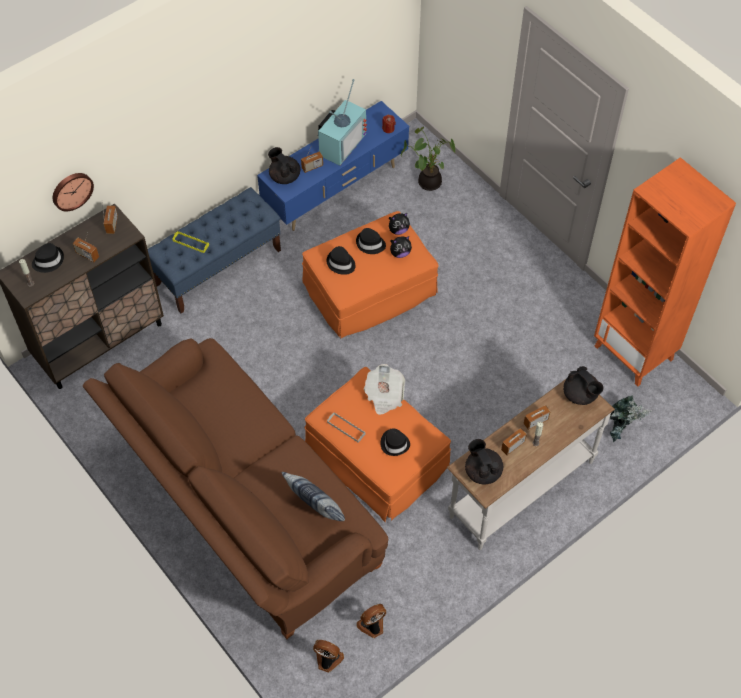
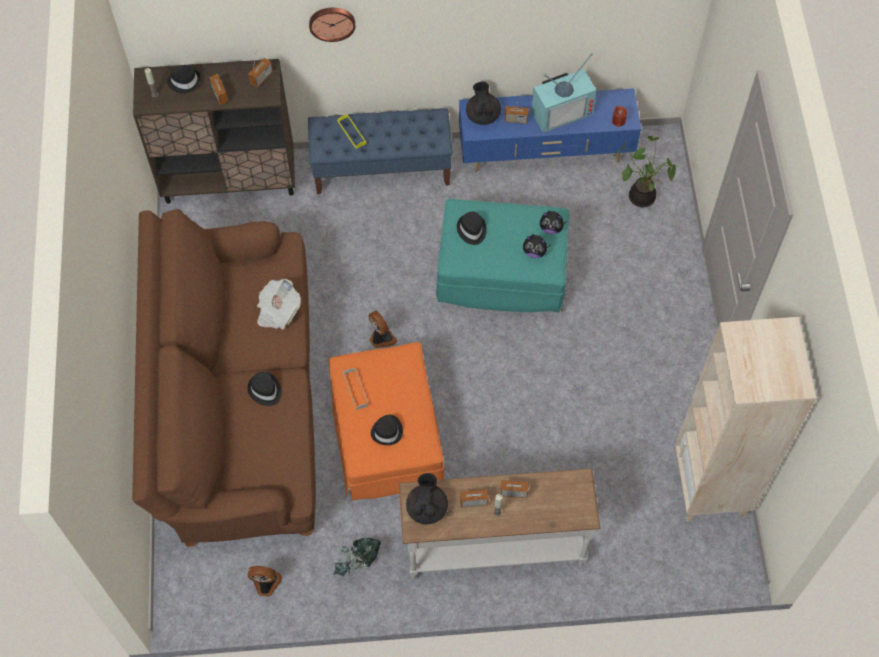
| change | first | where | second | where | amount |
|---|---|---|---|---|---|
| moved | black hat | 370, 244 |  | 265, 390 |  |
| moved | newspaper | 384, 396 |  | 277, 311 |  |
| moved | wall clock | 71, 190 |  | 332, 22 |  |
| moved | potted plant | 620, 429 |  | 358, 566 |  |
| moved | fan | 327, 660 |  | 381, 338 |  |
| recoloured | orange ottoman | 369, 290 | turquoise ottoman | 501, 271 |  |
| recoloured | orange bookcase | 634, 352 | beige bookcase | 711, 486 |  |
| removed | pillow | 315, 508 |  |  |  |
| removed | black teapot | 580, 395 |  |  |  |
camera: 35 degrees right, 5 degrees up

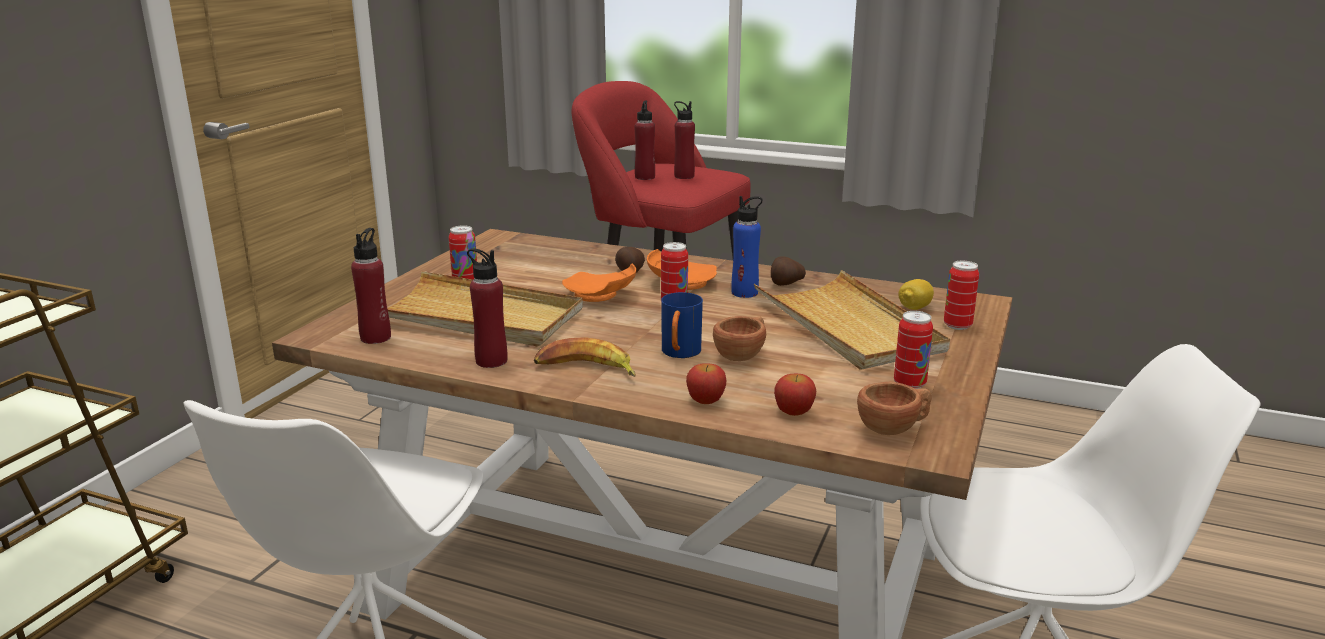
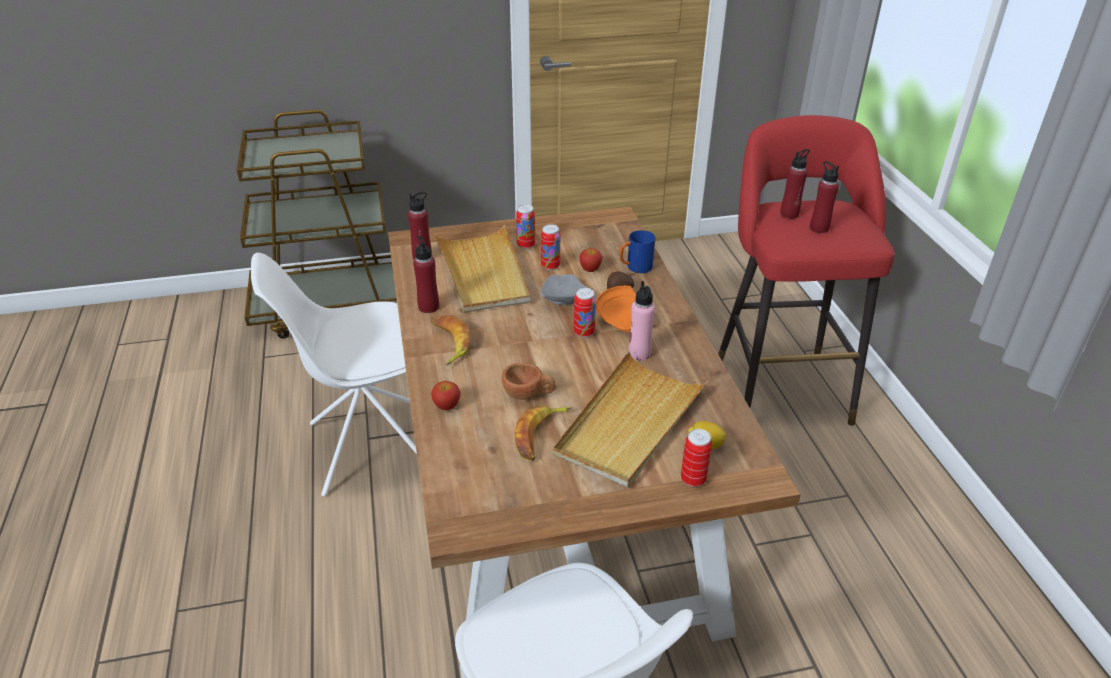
| change | first | where | second | where | amount |
|---|---|---|---|---|---|
| added |  |  | banana | 540, 435 |  |
| moved | can | 909, 384 |  | 550, 266 |  |
| recoloured | orange plate | 600, 296 | grey plate | 563, 299 |  |
| moved | apple | 794, 411 |  | 590, 269 |  |
| moved | blue mug | 679, 354 |  | 635, 268 |  |
| recoloured | blue bottle | 745, 293 | pink bottle | 639, 353 |  |
| removed | potato | 785, 284 |  |  |  |
| removed | brown cup | 894, 428 |  |  |  |
camera: 55 degrees right, 15 degrees up

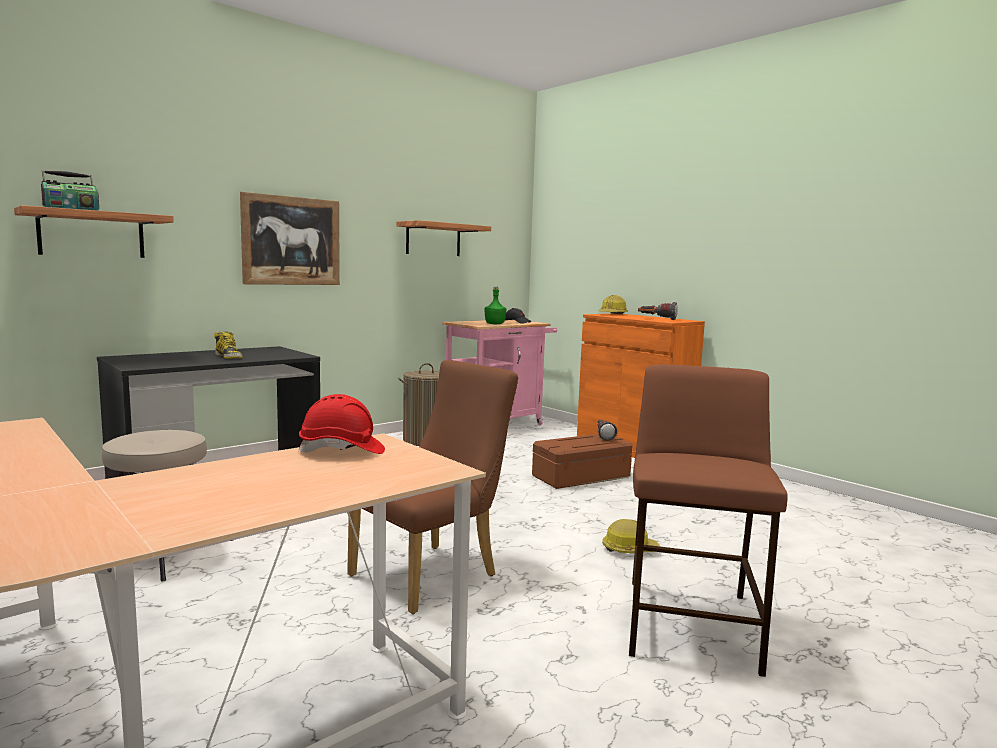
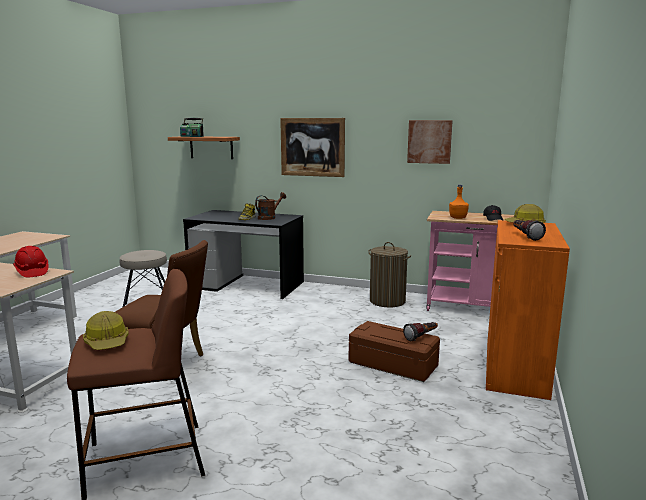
| change | first | where | second | where | amount |
|---|---|---|---|---|---|
| moved | hard hat | 629, 549 |  | 107, 342 |  |
| added |  |  | brown watering can | 269, 217 |  |
| replaced | shelf | 433, 239 | picture | 429, 141 |  |
| recoloured | green bottle | 495, 324 | orange bottle | 458, 218 |  |
camera: 60 degrees right, 5 degrees up

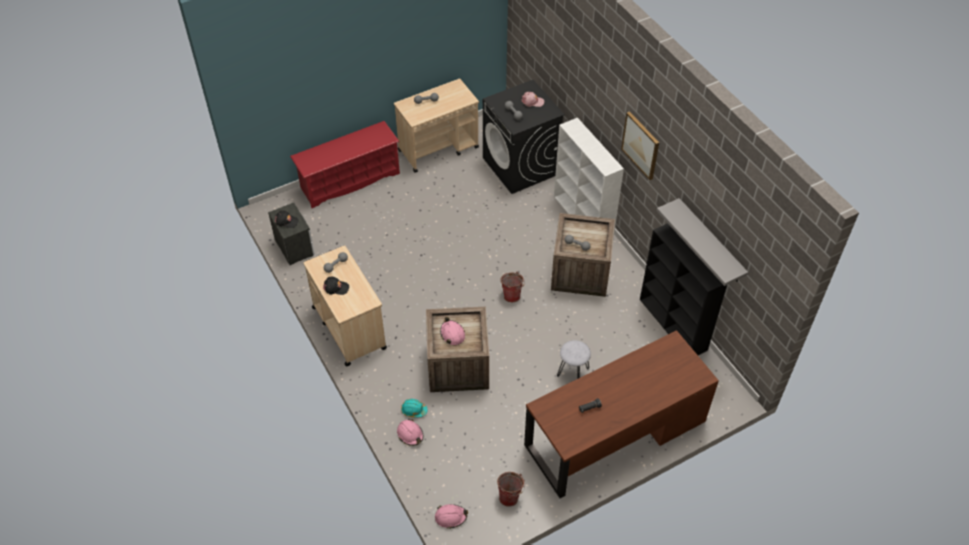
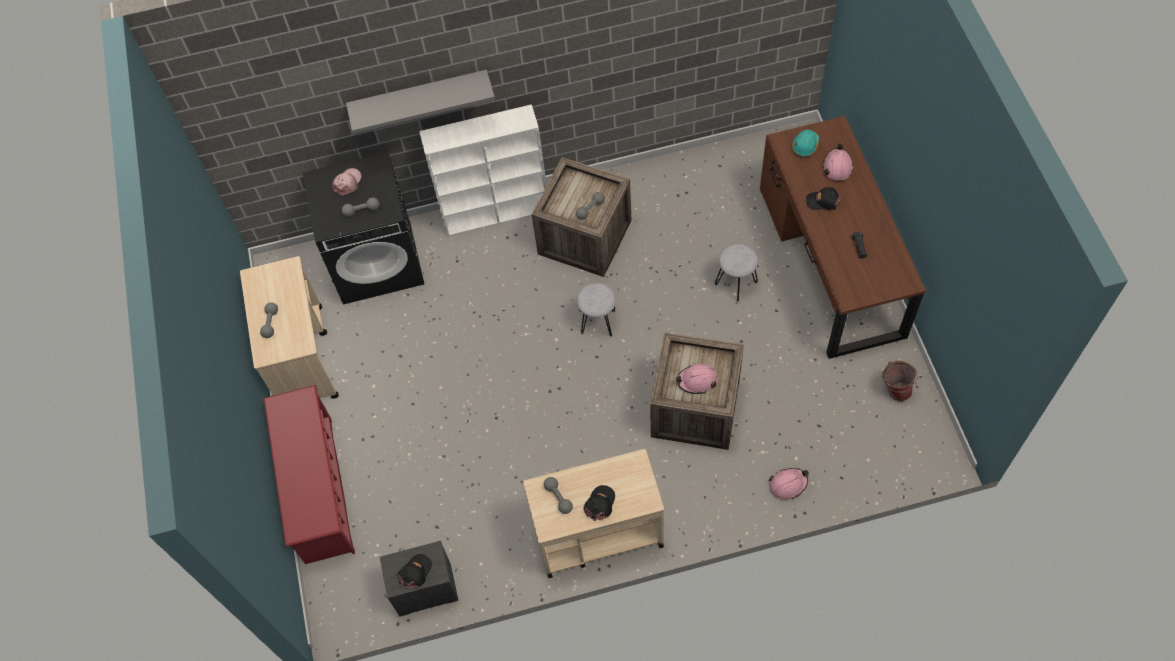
| change | first | where | second | where | amount |
|---|---|---|---|---|---|
| moved | grey shelf | 710, 242 |  | 419, 96 |  |
| replaced | bucket | 512, 294 | grey stool | 598, 321 |  |
| moved | turquoise hard hat | 413, 410 |  | 805, 145 |  |
| added |  |  | black cap | 823, 201 |  |
| moved | pink hard hat | 450, 517 |  | 837, 167 |  |
| removed | picture | 641, 145 |  |  |  |
| removed | black bookcase | 673, 325 |  |  |  |
camera: 70 degrees left, 10 degrees up

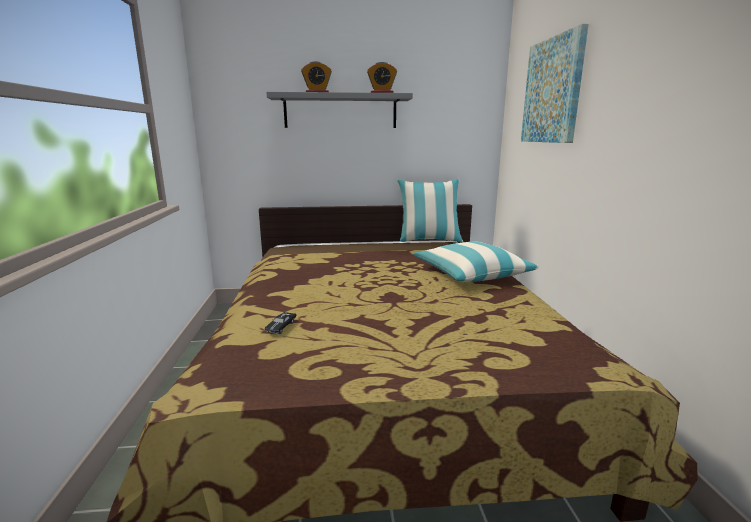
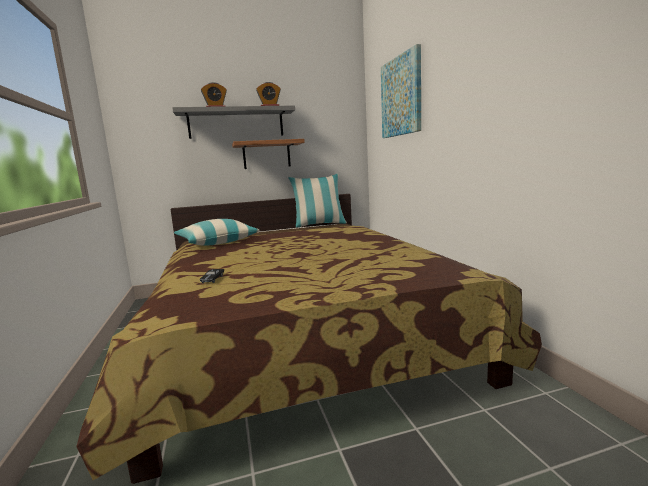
| change | first | where | second | where | amount |
|---|---|---|---|---|---|
| moved | pillow | 471, 274 |  | 216, 242 |  |
| added |  |  | shelf | 266, 155 |  |
camera: 10 degrees left, 5 degrees down

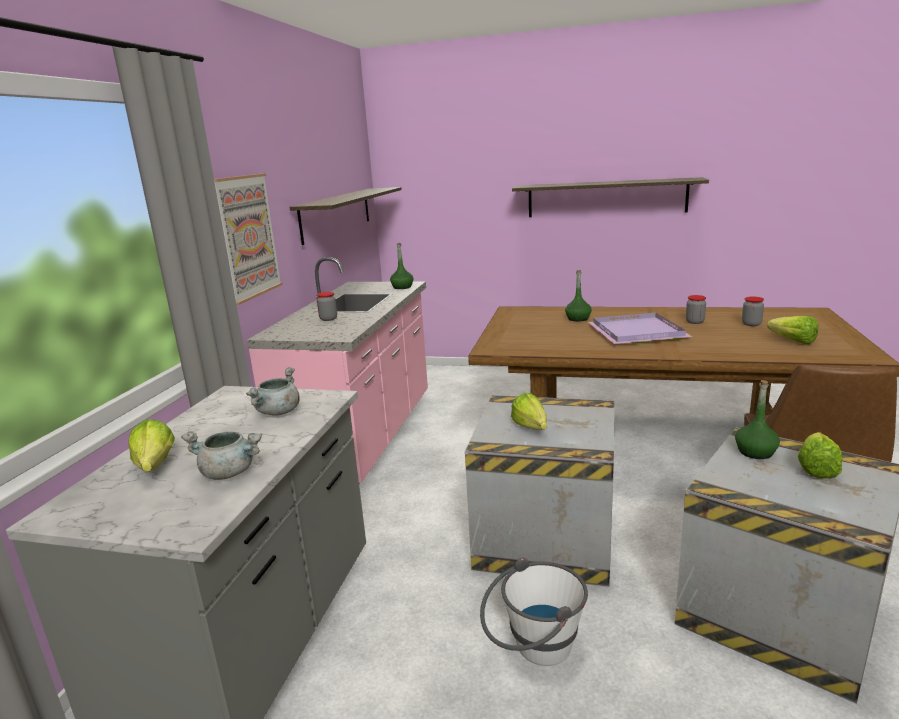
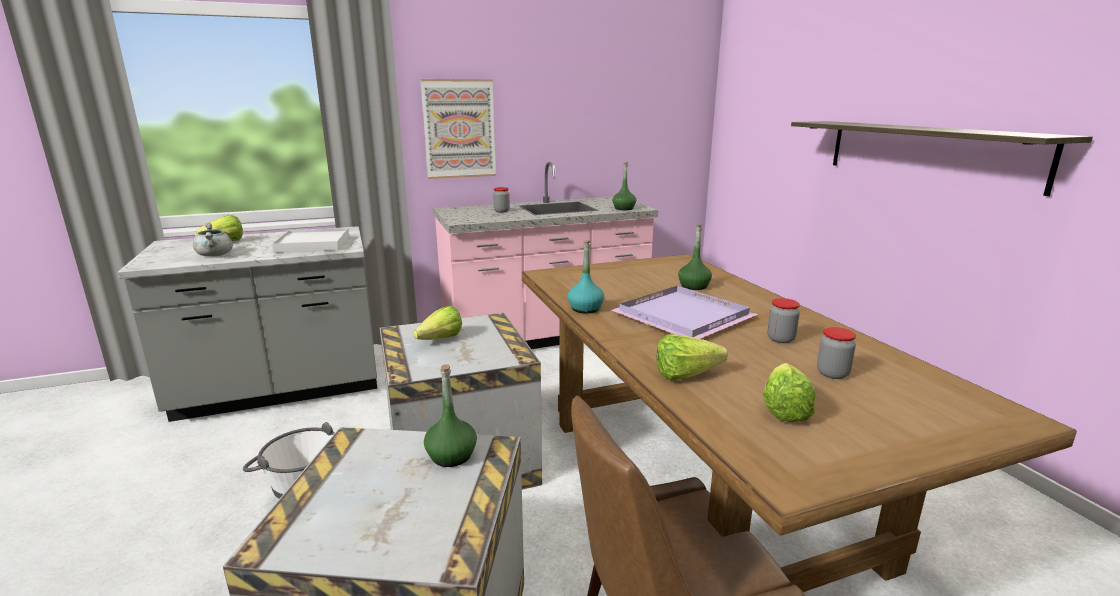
| change | first | where | second | where | amount |
|---|---|---|---|---|---|
| replaced | grey cooking pot | 278, 412 | white tray | 313, 244 |  |
| added |  |  | turquoise bottle | 585, 309 |  |
| moved | lettuce | 817, 467 |  | 691, 375 |  |
| removed | shelf | 336, 214 |  |  |  |
camera: 55 degrees right, 0 degrees up

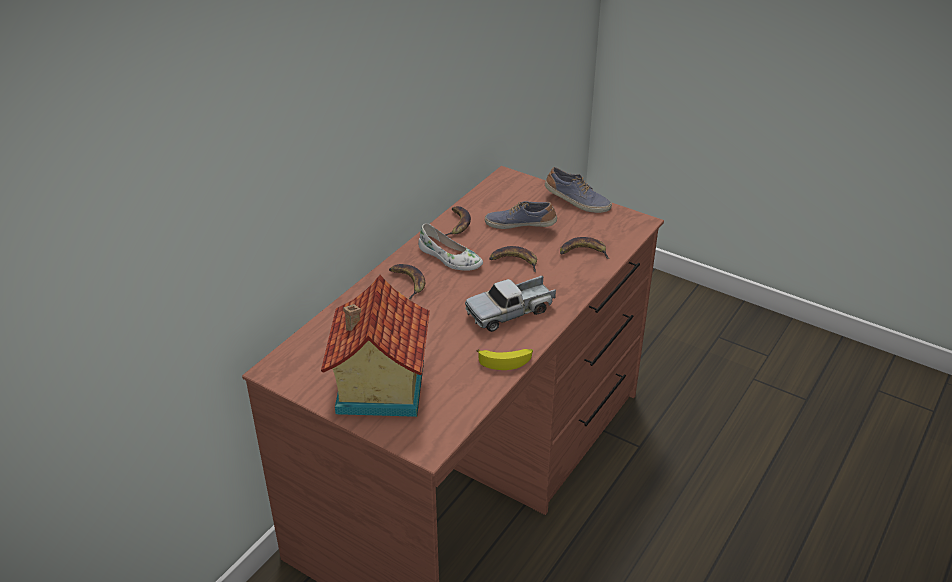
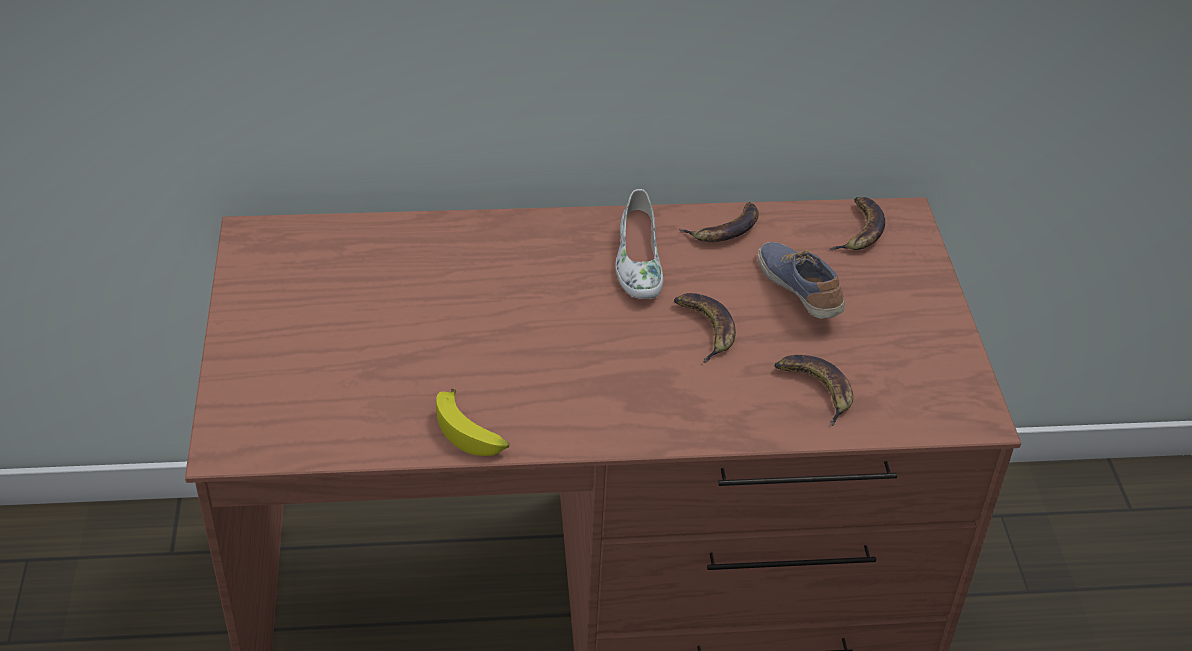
| change | first | where | second | where | amount |
|---|---|---|---|---|---|
| moved | banana | 408, 282 |  | 859, 230 |  |
| removed | toy house | 378, 387 |  |  |  |
| removed | toy truck | 511, 311 |  |  |  |
| removed | shoe | 577, 202 |  |  |  |
camera: 50 degrees right, 5 degrees up

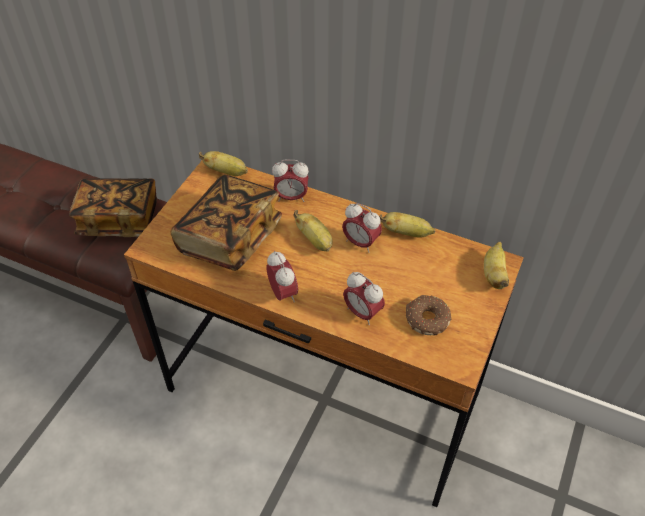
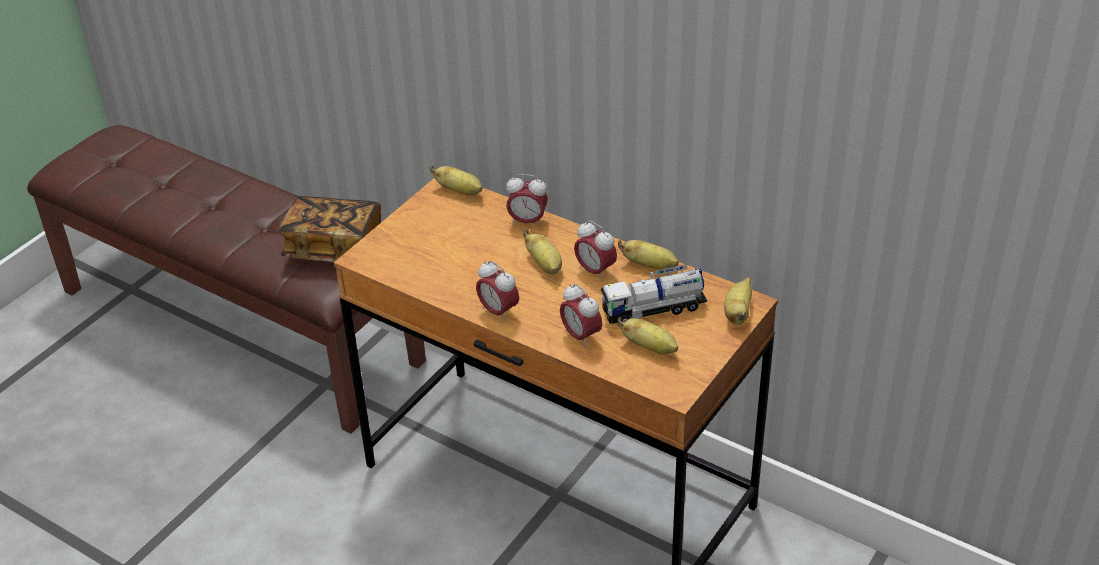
| change | first | where | second | where | amount |
|---|---|---|---|---|---|
| turned | alarm clock | 283, 294 |  | 498, 312 | 150 degrees clockwise |
| added |  |  | toy truck | 653, 310 |  |
| replaced | donut | 426, 319 | banana | 650, 347 |  |
| removed | book | 229, 237 |  |  |  |
camera: 10 degrees right, 10 degrees down

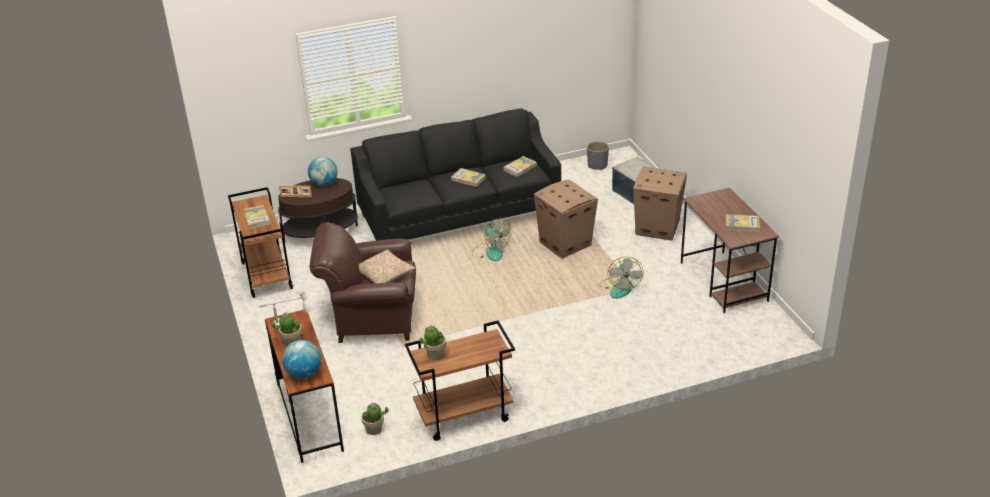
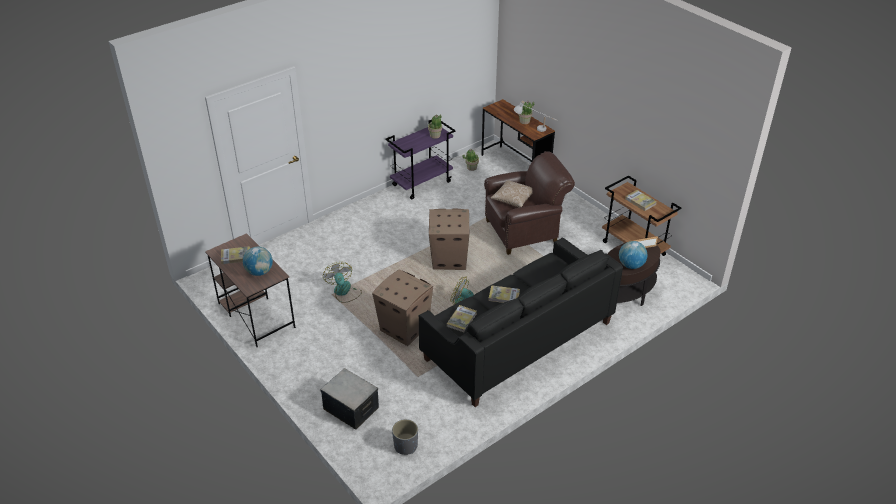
| change | first | where | second | where | amount |
|---|---|---|---|---|---|
| moved | globe | 304, 373 |  | 259, 272 |  |
| recoloured | brown cart | 463, 416 | purple cart | 422, 183 |  |
| moved | cardboard box | 658, 227 |  | 448, 259 |  |
camera: 160 degrees right, 5 degrees up

